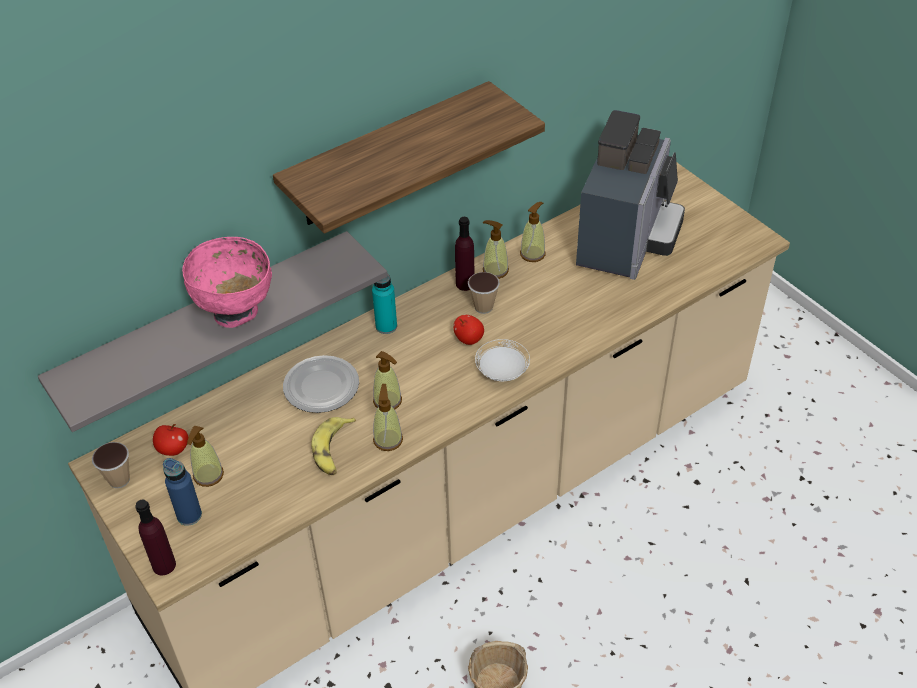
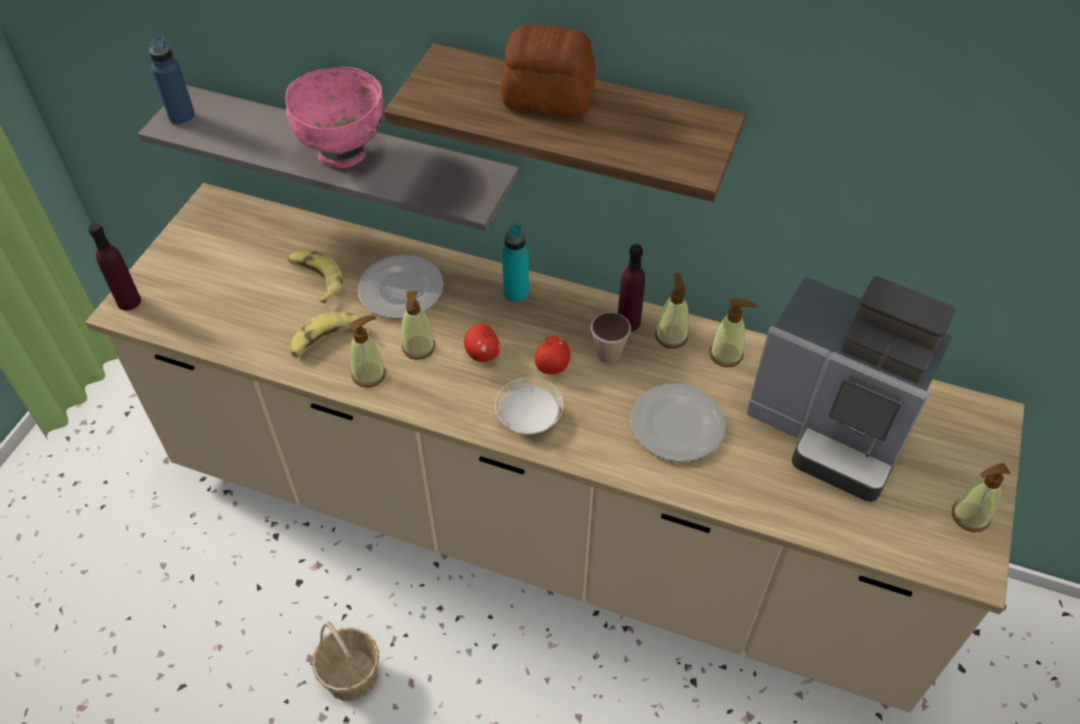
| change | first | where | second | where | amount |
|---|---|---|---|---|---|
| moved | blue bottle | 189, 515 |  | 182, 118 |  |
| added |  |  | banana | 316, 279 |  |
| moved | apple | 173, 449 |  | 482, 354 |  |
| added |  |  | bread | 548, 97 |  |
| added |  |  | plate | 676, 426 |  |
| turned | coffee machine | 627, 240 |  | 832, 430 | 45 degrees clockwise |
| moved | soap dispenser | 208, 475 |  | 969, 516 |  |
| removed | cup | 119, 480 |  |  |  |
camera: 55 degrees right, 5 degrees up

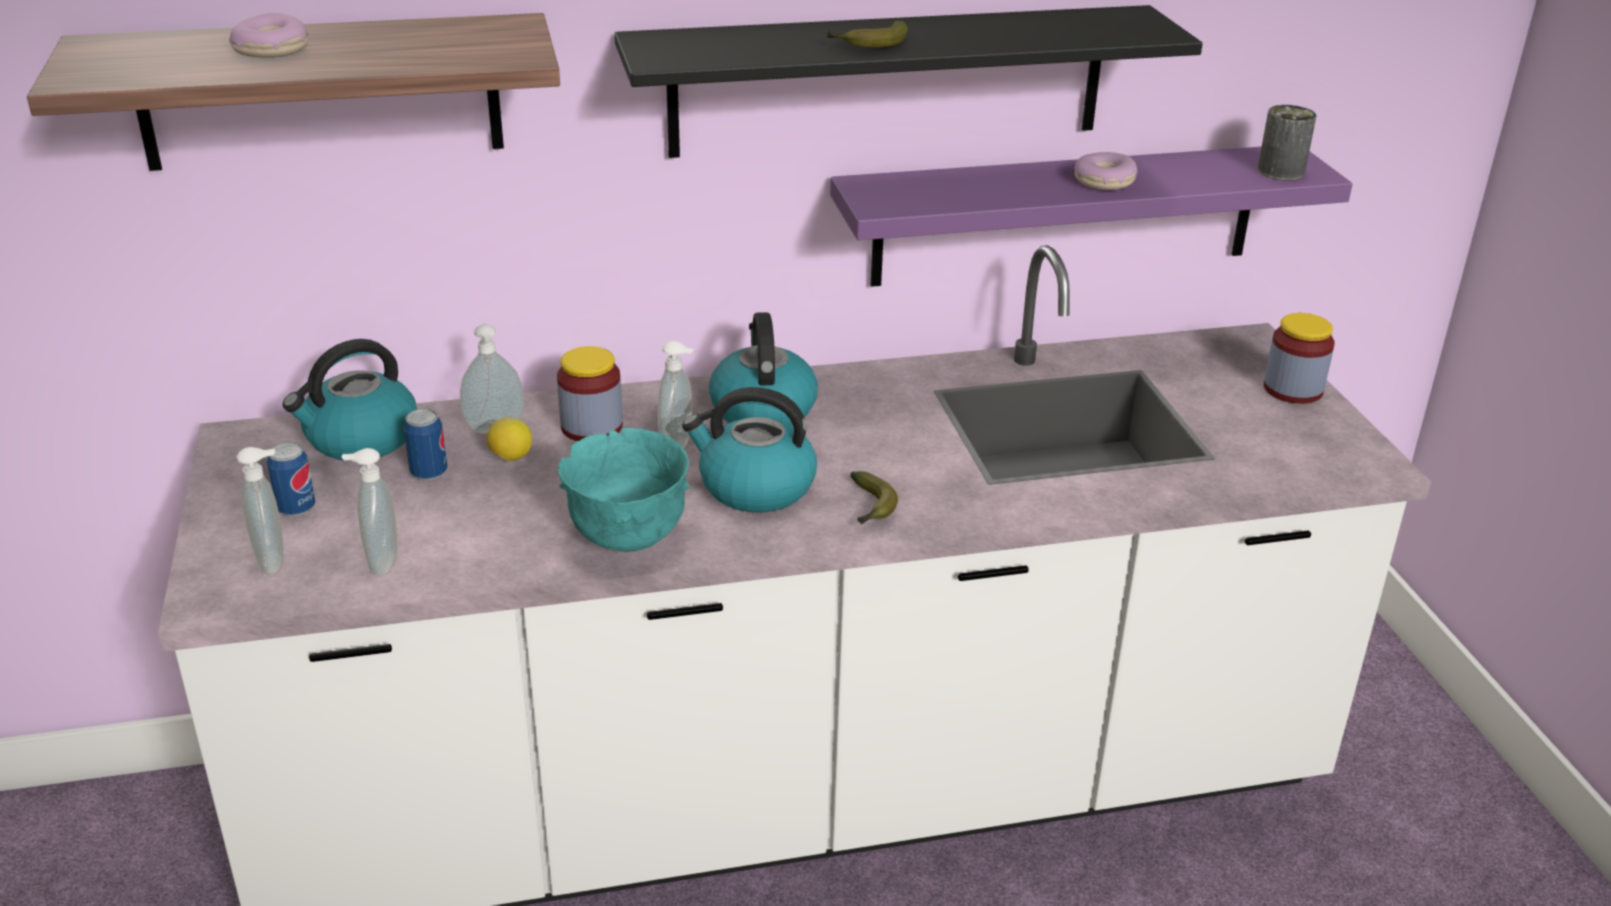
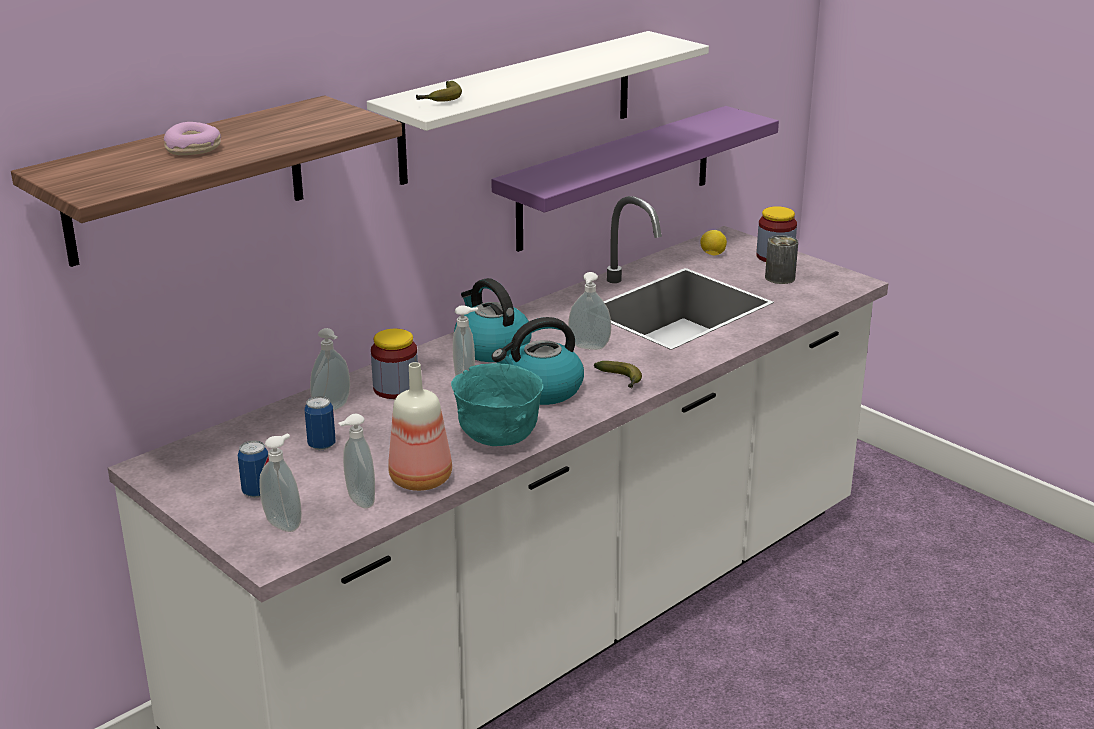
| change | first | where | second | where | amount |
|---|---|---|---|---|---|
| recoloured | black shelf | 888, 81 | white shelf | 519, 106 |  |
| added |  |  | bottle | 421, 478 |  |
| moved | banana | 869, 44 |  | 441, 100 |  |
| added |  |  | soap dispenser | 588, 348 |  |
| moved | lemon | 510, 457 |  | 712, 254 |  |
| moved | can | 1281, 171 |  | 780, 277 |  |
| removed | kettle | 360, 439 |  |  |  |
| removed | donut | 1104, 182 |  |  |  |
camera: 30 degrees left, 5 degrees down

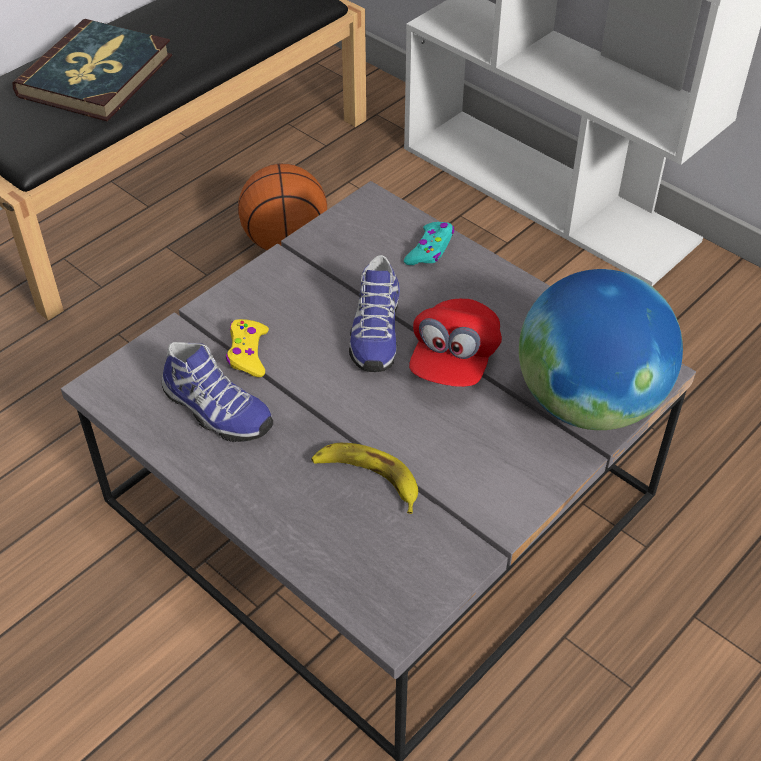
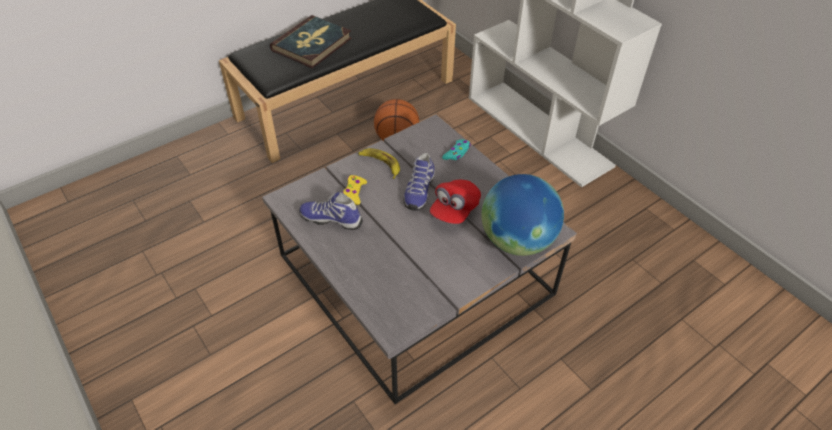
| change | first | where | second | where | amount |
|---|---|---|---|---|---|
| turned | shoe | 215, 412 |  | 332, 218 | 150 degrees clockwise |
| moved | banana | 367, 478 |  | 380, 164 |  |
camera: 10 degrees right, 0 degrees up

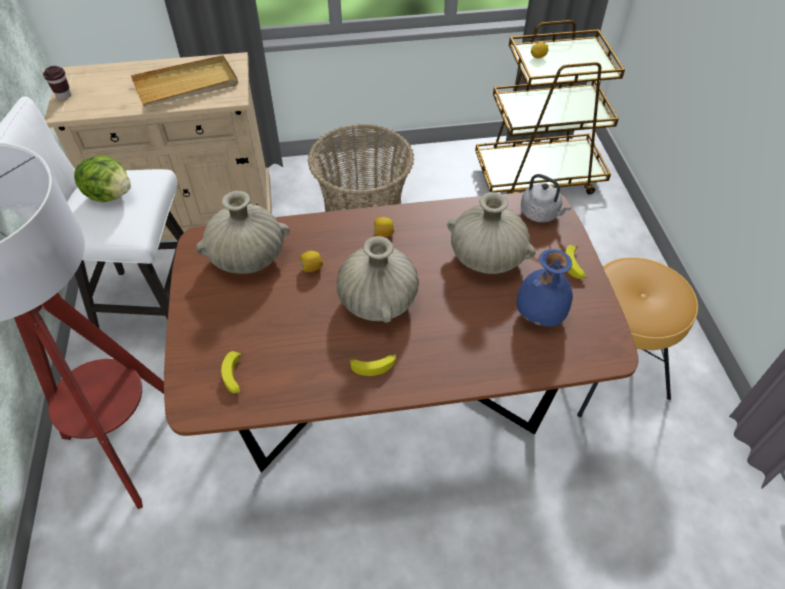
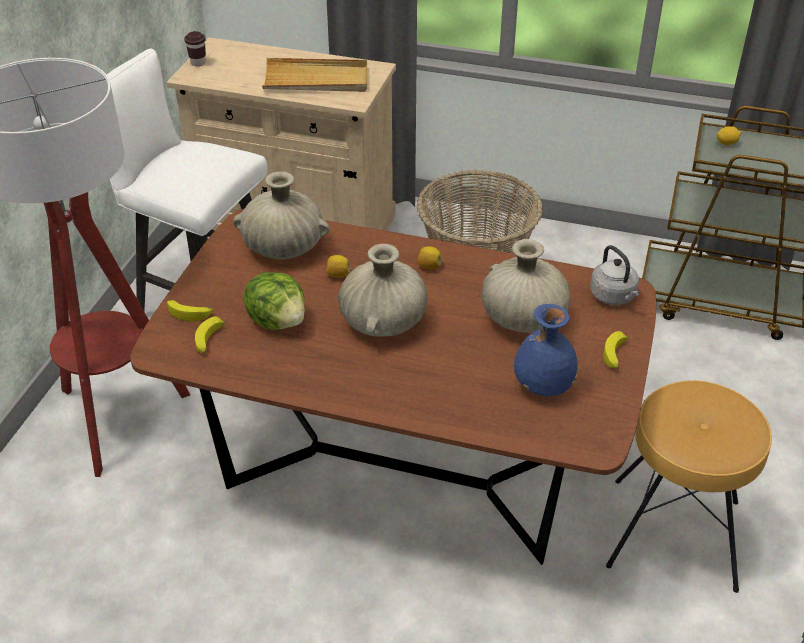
| change | first | where | second | where | amount |
|---|---|---|---|---|---|
| moved | banana | 374, 365 |  | 190, 313 |  |
| moved | lettuce | 110, 194 |  | 278, 321 |  |
camera: 25 degrees right, 10 degrees down

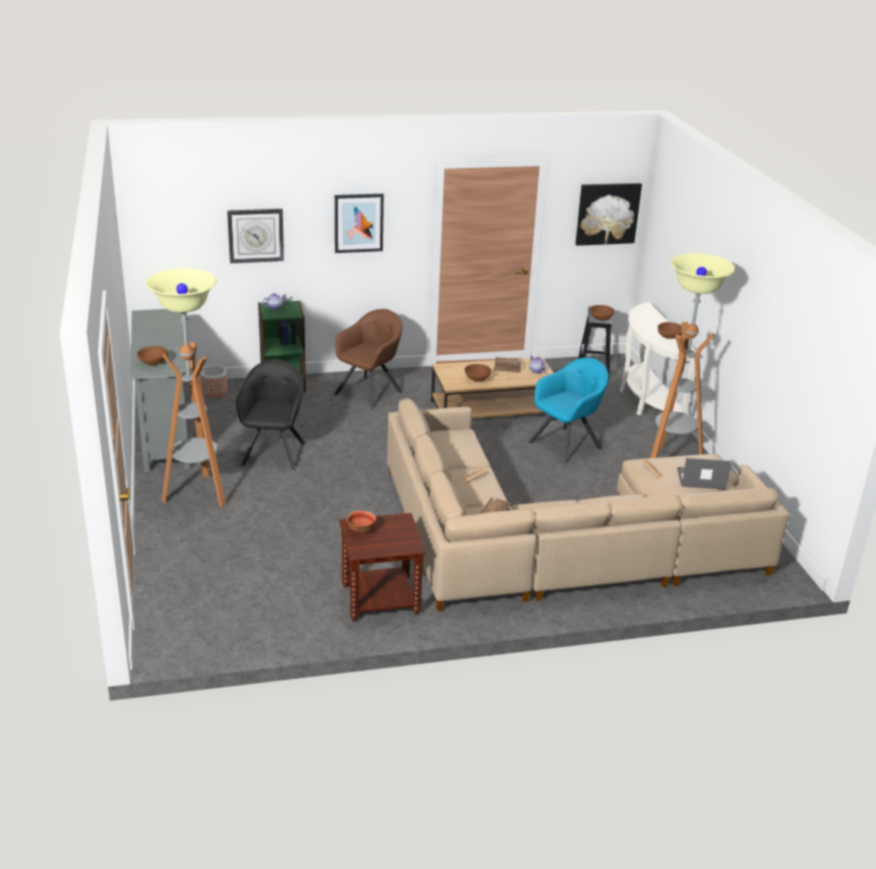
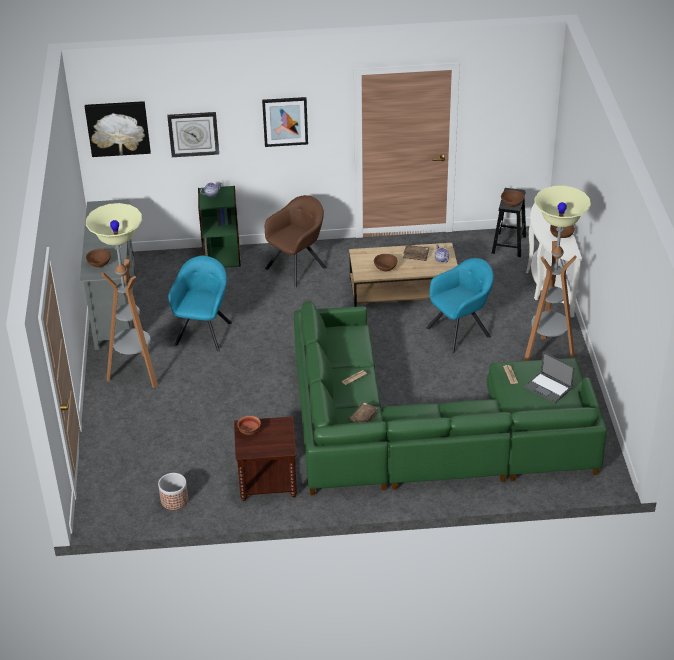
| change | first | where | second | where | amount |
|---|---|---|---|---|---|
| moved | picture | 607, 213 |  | 118, 128 |  |
| moved | planter | 214, 391 |  | 174, 500 |  |
| recoloured | black armchair | 274, 452 | turquoise armchair | 204, 332 |  |
| recoloured | beige sofa | 562, 541 | green sofa | 429, 433 |  |
| turned | laptop | 700, 479 |  | 548, 387 | 150 degrees counterclockwise |
camera: 10 degrees right, 10 degrees up

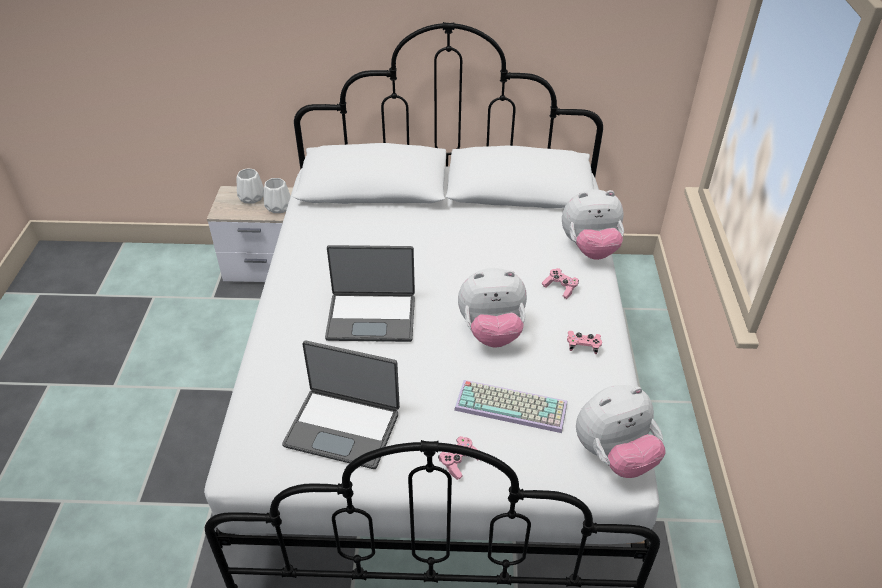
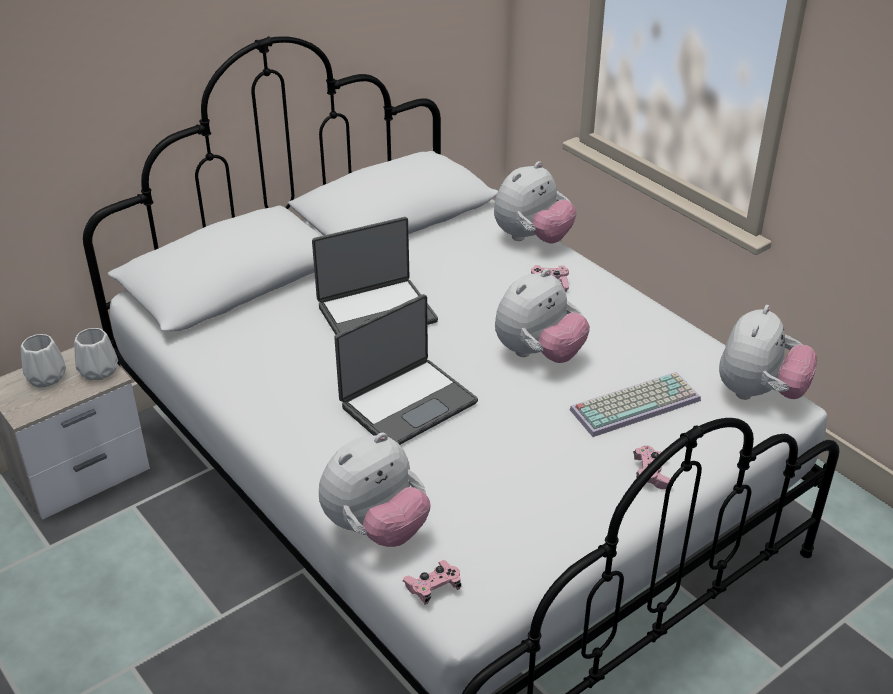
| change | first | where | second | where | amount |
|---|---|---|---|---|---|
| moved | laptop | 343, 427 |  | 376, 312 |  |
| added |  |  | plush toy | 376, 528 |  |
| moved | pink game controller | 583, 346 |  | 433, 588 |  |
camera: 40 degrees left, 5 degrees down

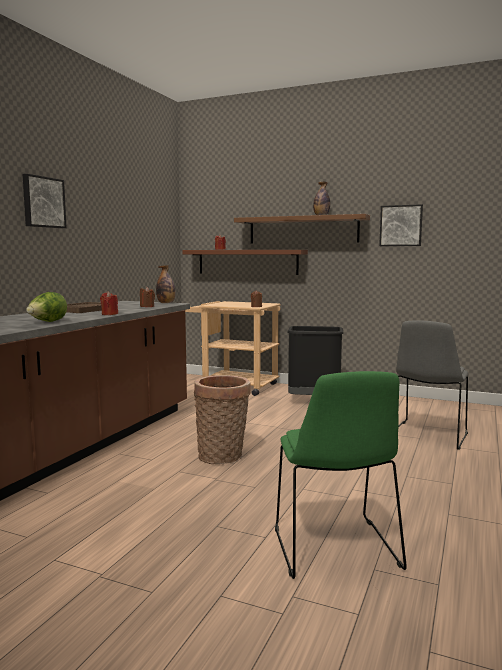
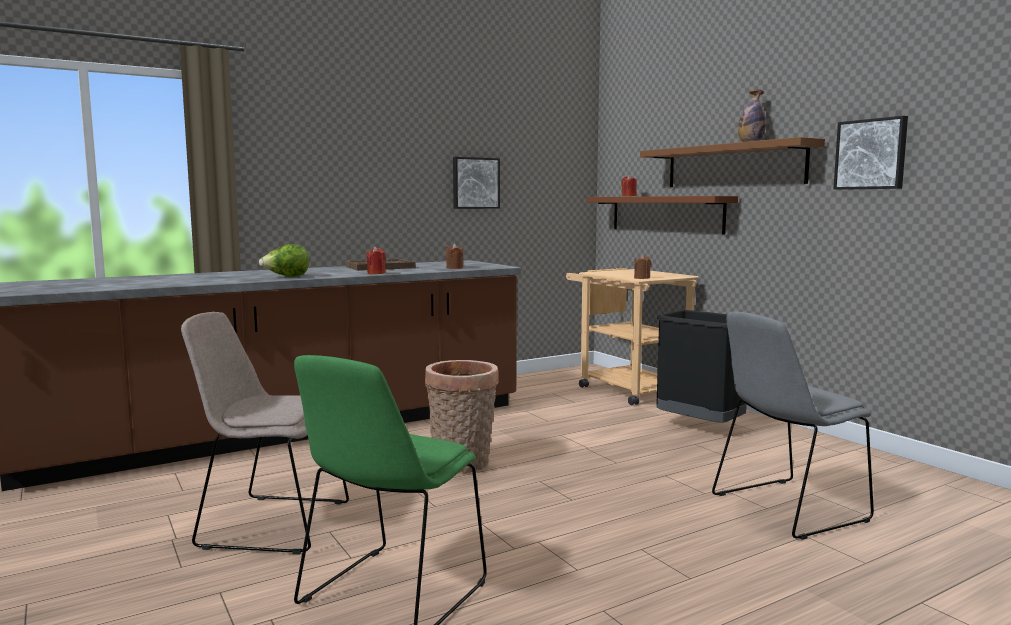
| change | first | where | second | where | amount |
|---|---|---|---|---|---|
| added |  |  | beige chair | 270, 523 |  |
| moved | picture | 43, 202 |  | 475, 183 |  |
| removed | bottle | 166, 303 |  |  |  |
camera: 35 degrees right, 0 degrees up

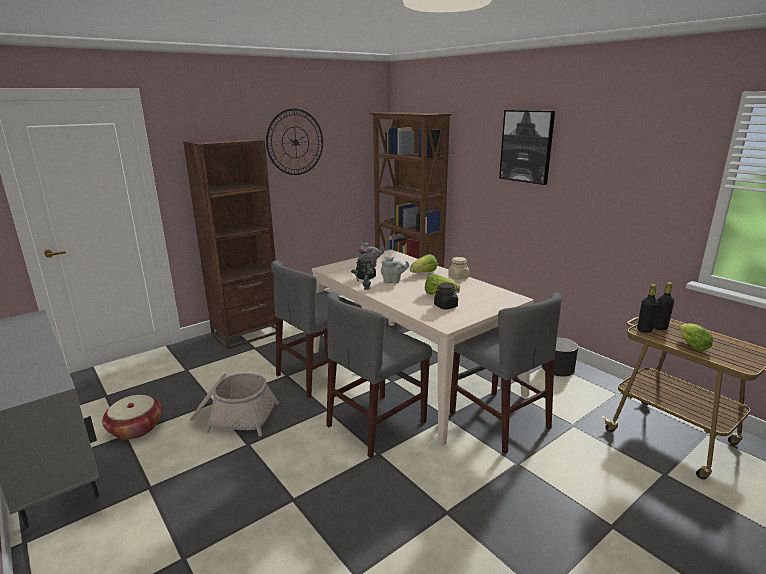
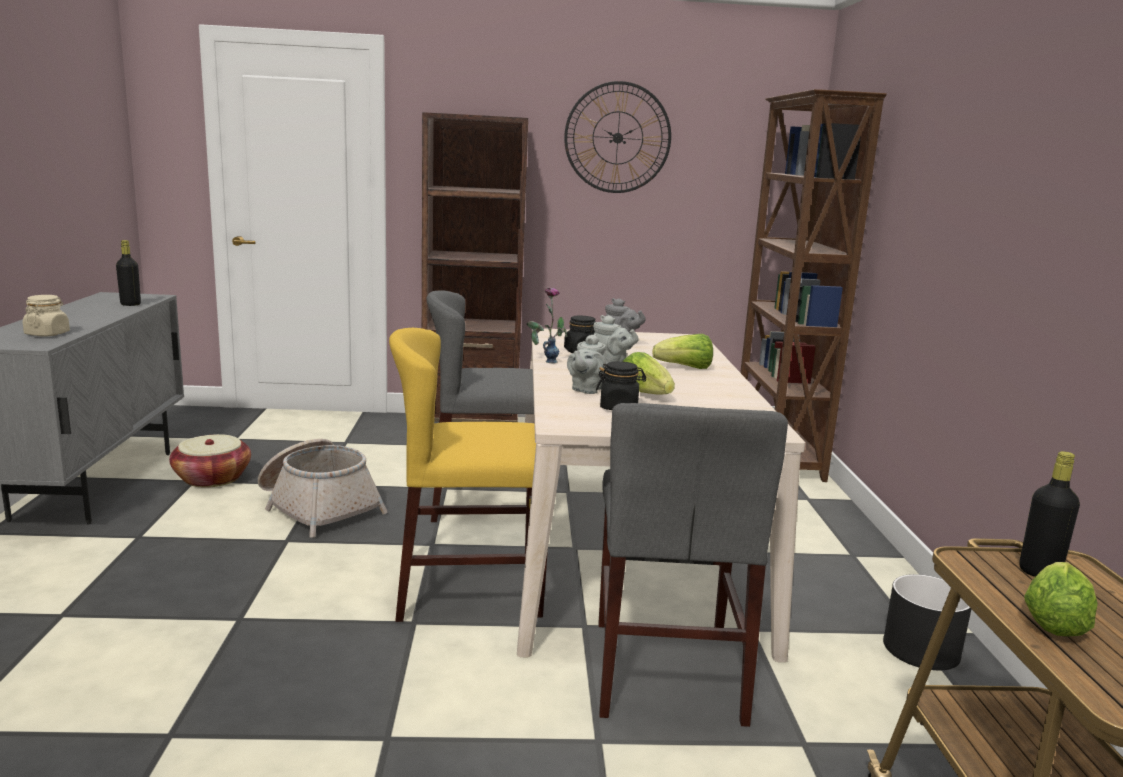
| change | first | where | second | where | amount |
|---|---|---|---|---|---|
| moved | beige jar | 458, 277 |  | 47, 334 |  |
| moved | black bottle | 644, 330 |  | 130, 304 |  |
| recoloured | grey chair | 377, 424 | yellow chair | 469, 588 |  |
| added |  |  | grey teapot | 586, 390 |  |
| removed | picture | 526, 146 |  |  |  |
camera: 35 degrees right, 5 degrees down

